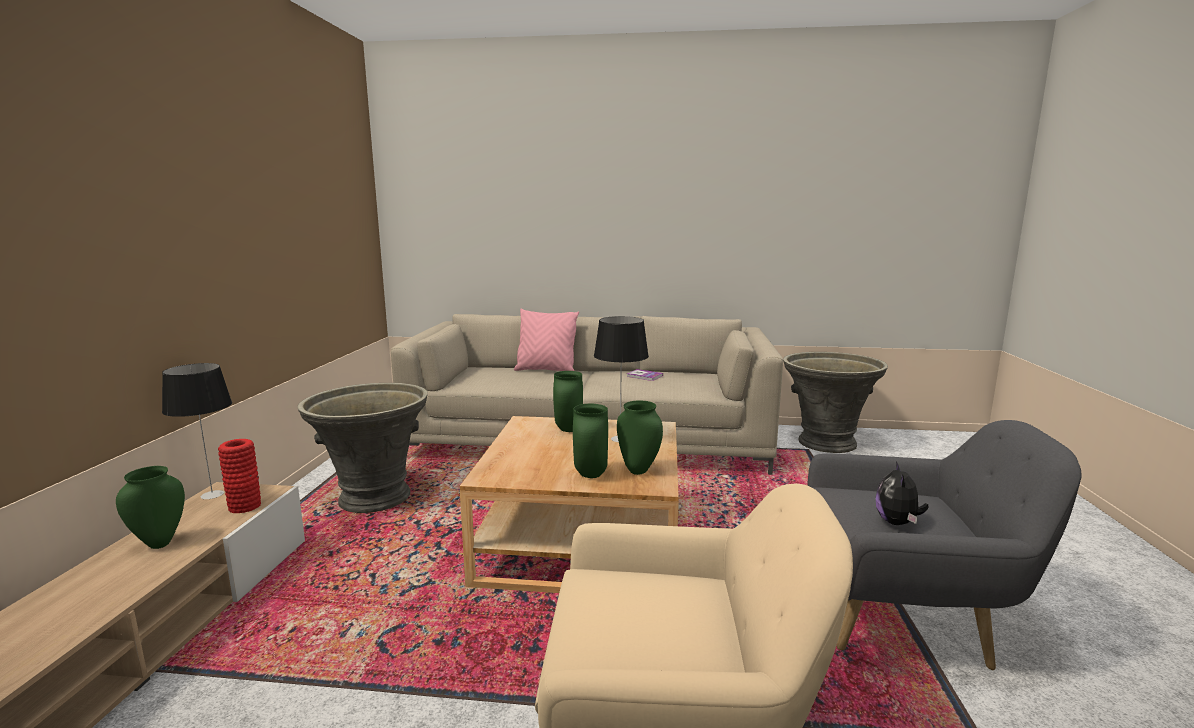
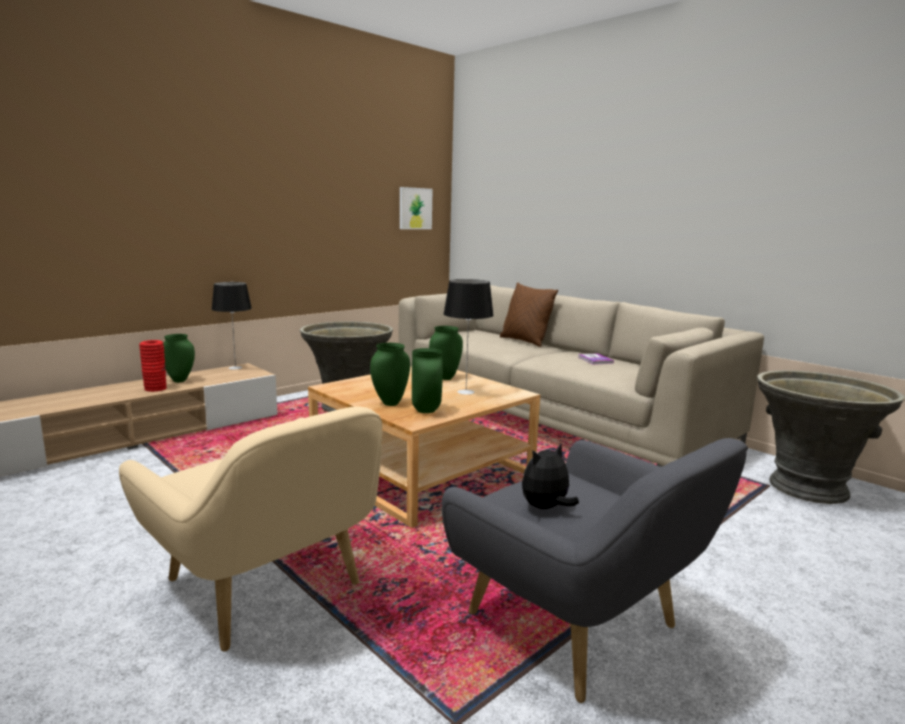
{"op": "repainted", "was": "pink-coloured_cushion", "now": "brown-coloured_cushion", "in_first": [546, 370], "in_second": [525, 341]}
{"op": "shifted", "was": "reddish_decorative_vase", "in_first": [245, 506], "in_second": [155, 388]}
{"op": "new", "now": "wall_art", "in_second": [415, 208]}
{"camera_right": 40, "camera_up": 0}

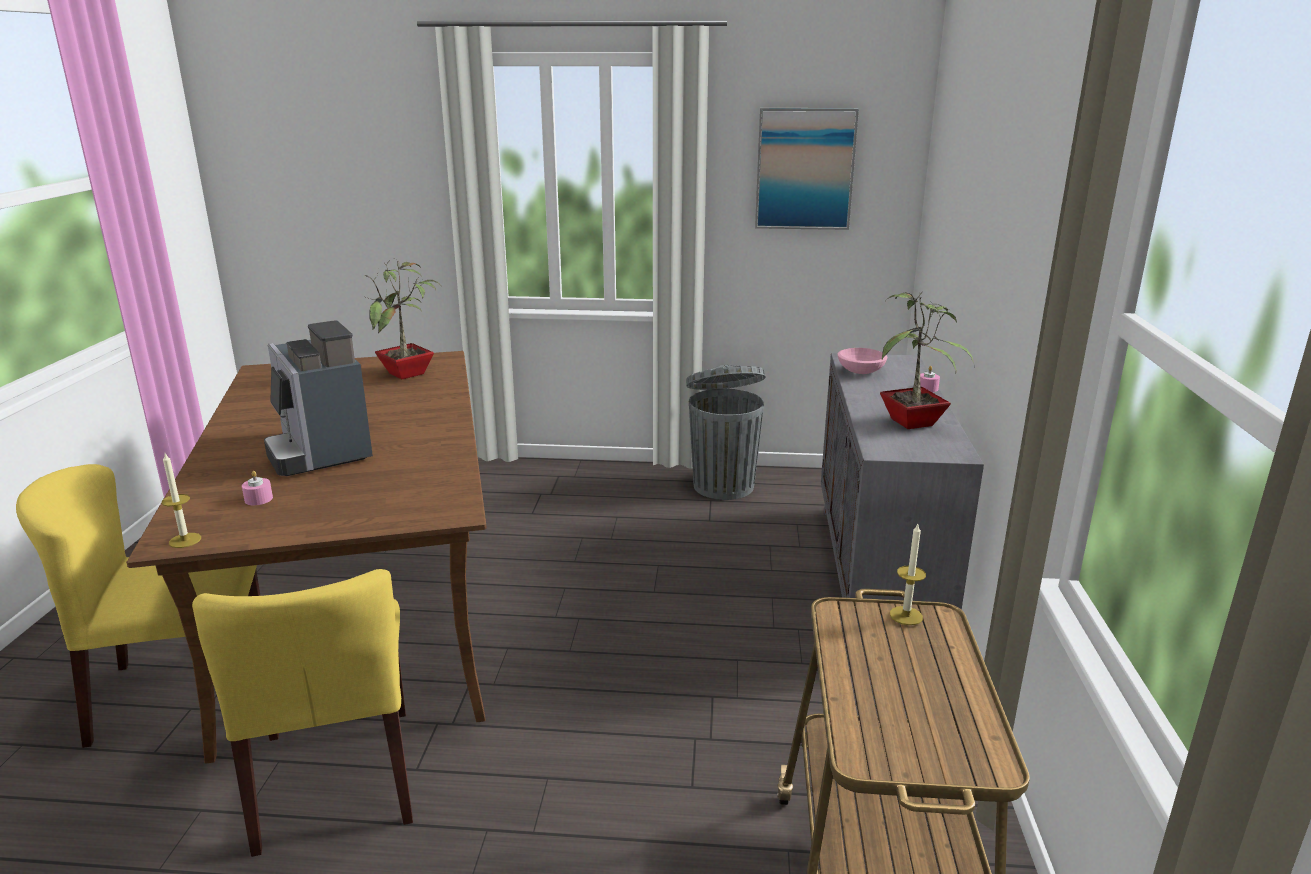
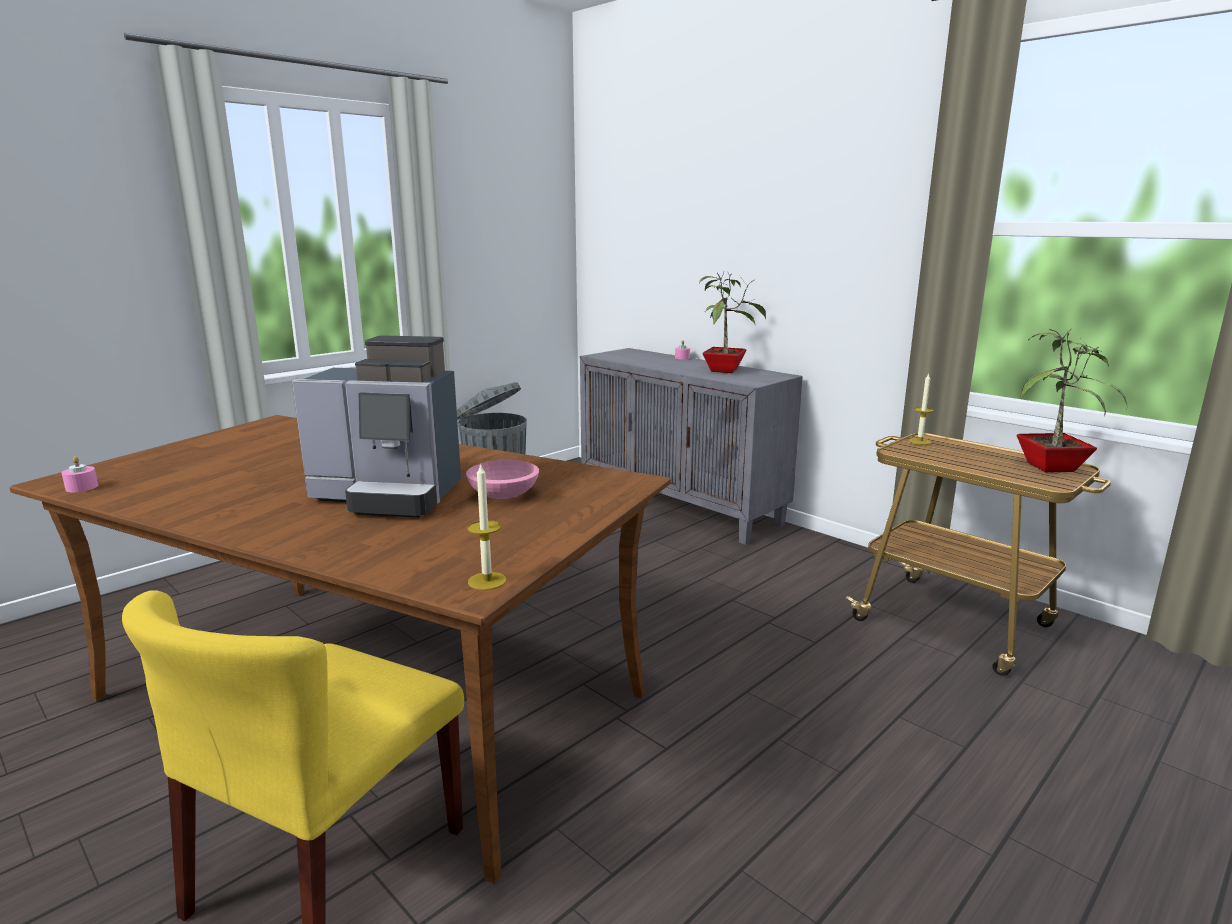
{"op": "gone", "was": "wall_art", "in_first": [805, 169]}
{"op": "shifted", "was": "potted_plant", "in_first": [408, 374], "in_second": [1053, 467]}
{"op": "shifted", "was": "pink-coloured_deep_dish", "in_first": [861, 371], "in_second": [504, 495]}
{"op": "shifted", "was": "pink-coloured_wax_candle", "in_first": [258, 499], "in_second": [82, 487]}
{"op": "gone", "was": "yellowish_upright_chair", "in_first": [337, 778]}
{"camera_right": -50, "camera_up": -5}

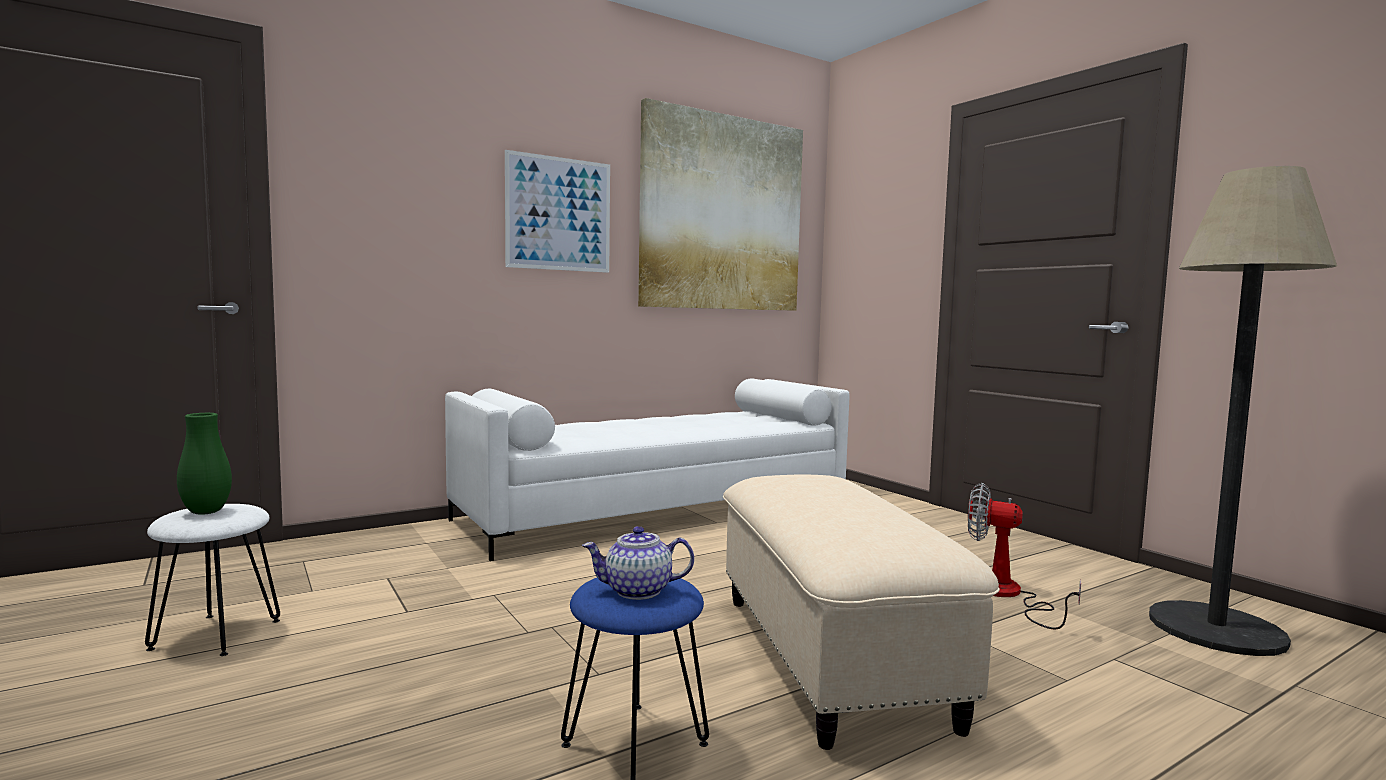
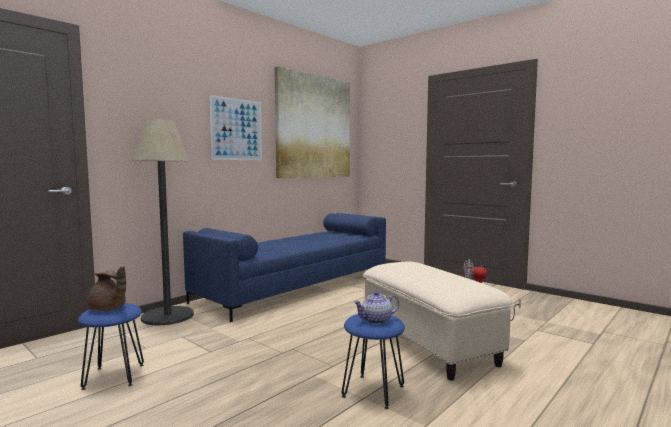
{"op": "shifted", "was": "standard_lamp", "in_first": [1216, 629], "in_second": [168, 316]}
{"op": "repainted", "was": "whitish_settee", "now": "blue-coloured_settee", "in_first": [660, 510], "in_second": [297, 286]}
{"op": "swapped", "was": "green_decorative_vase", "now": "brown-coloured_pot_for_tea", "in_first": [206, 512], "in_second": [108, 309]}
{"op": "repainted", "was": "whitish_sitting_stool", "now": "blue-coloured_sitting_stool", "in_first": [215, 635], "in_second": [114, 377]}
{"camera_right": -15, "camera_up": 0}

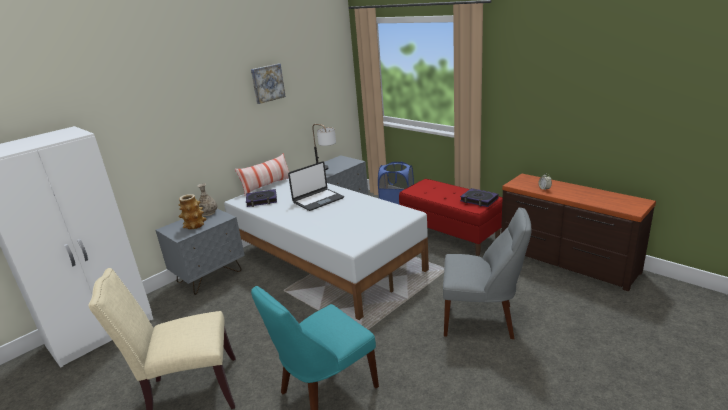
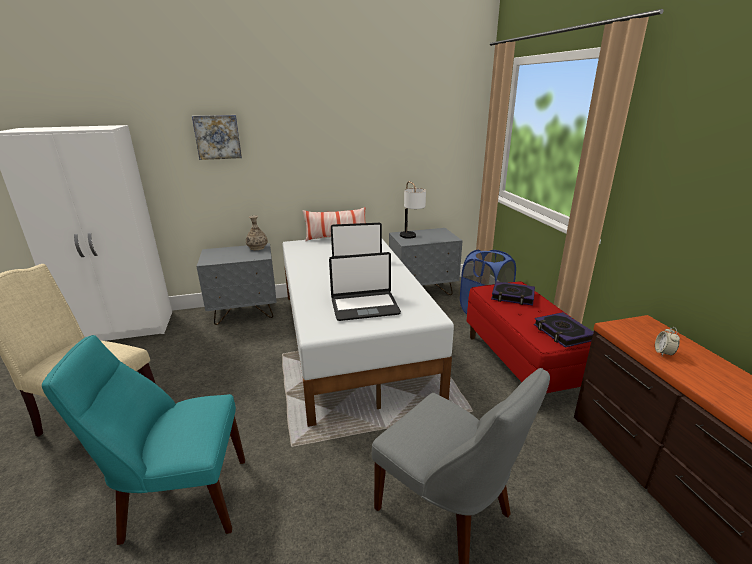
{"op": "shifted", "was": "wall_art", "in_first": [267, 83], "in_second": [217, 137]}
{"op": "shifted", "was": "volume", "in_first": [262, 200], "in_second": [512, 296]}
{"op": "gone", "was": "decorative_vase", "in_first": [194, 225]}
{"op": "new", "now": "laptop", "in_second": [364, 306]}
{"camera_right": 30, "camera_up": 0}

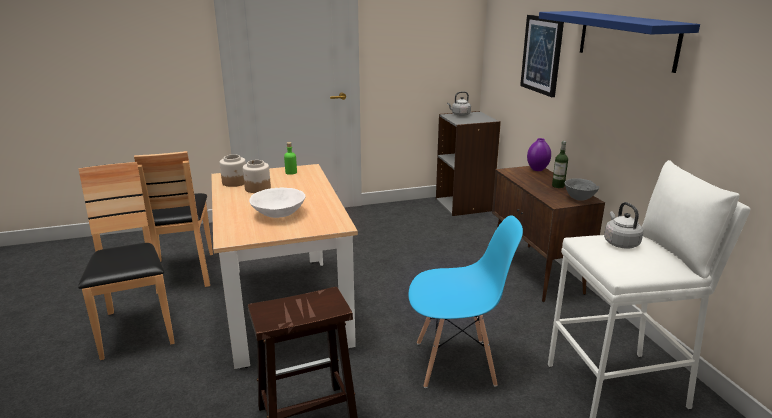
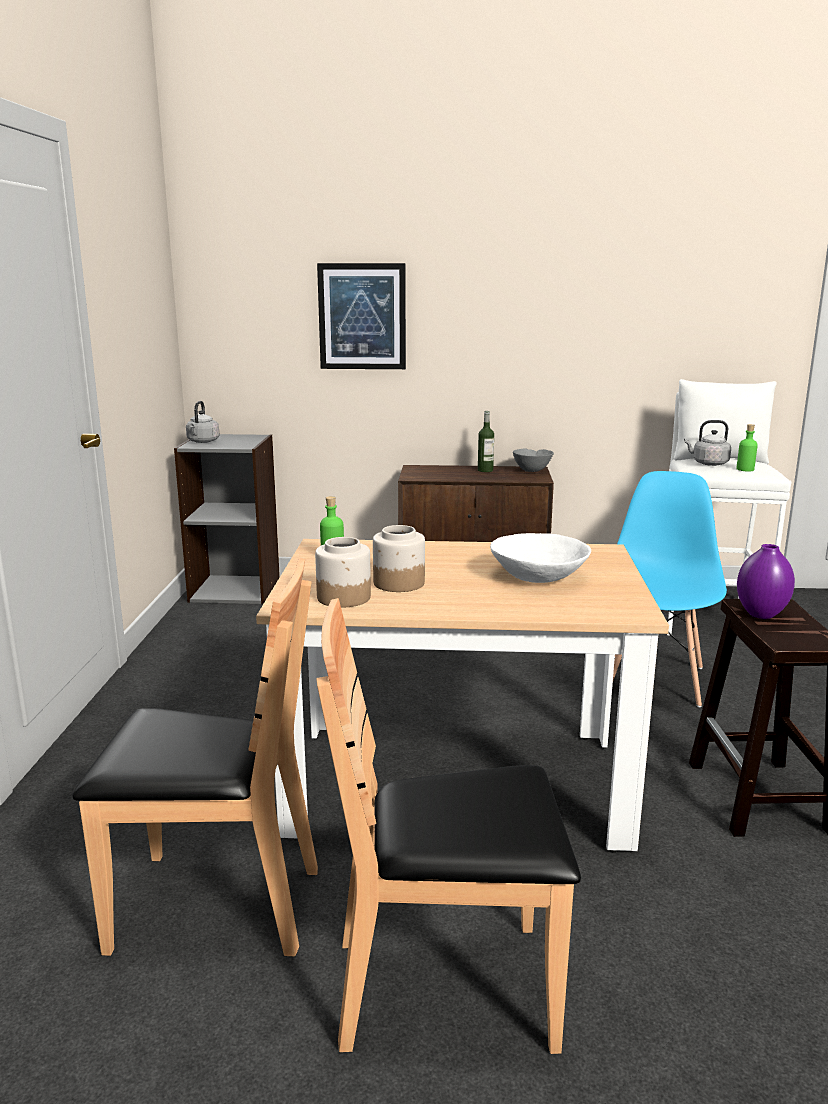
{"op": "gone", "was": "blue-coloured_bracket_shelf", "in_first": [626, 39]}
{"op": "shifted", "was": "purple_decorative_vase", "in_first": [537, 169], "in_second": [761, 615]}
{"op": "new", "now": "green_drink_bottle", "in_second": [745, 469]}
{"camera_right": -70, "camera_up": -5}

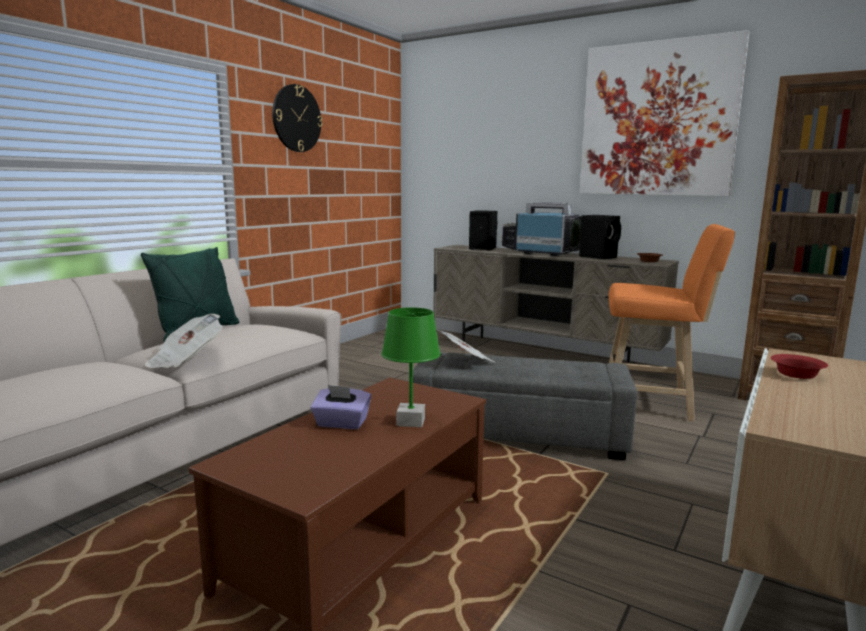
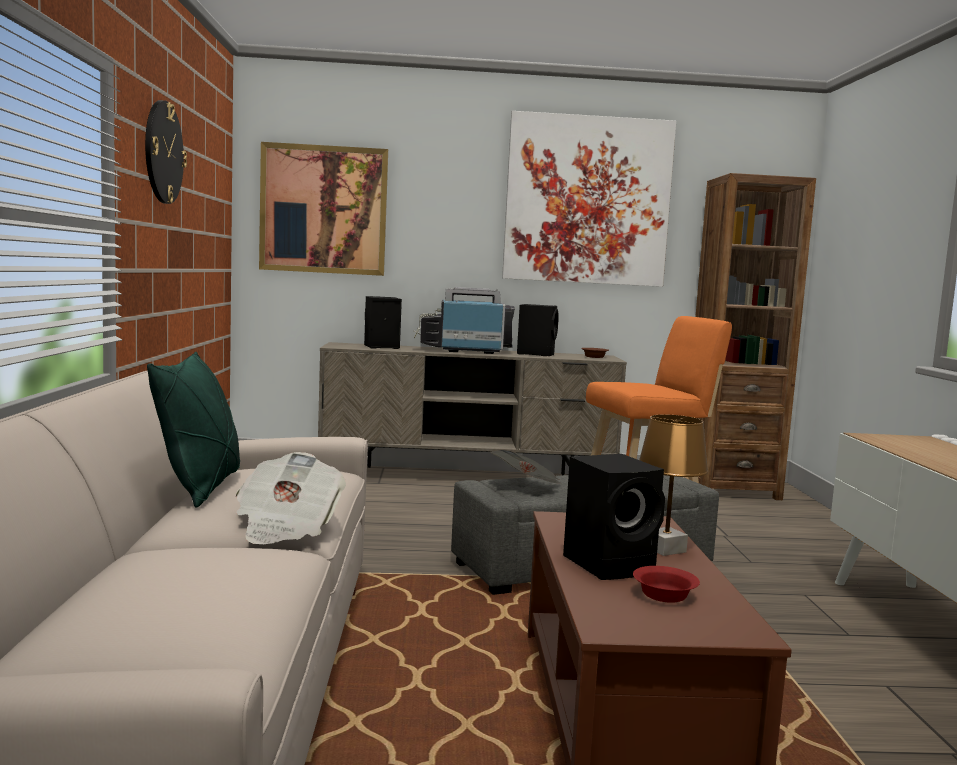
{"op": "repainted", "was": "green_tabletop_lamp", "now": "brown-coloured_tabletop_lamp", "in_first": [410, 422], "in_second": [665, 550]}
{"op": "shifted", "was": "reddish_deep_dish", "in_first": [796, 375], "in_second": [665, 596]}
{"op": "swapped", "was": "purple_tissue_holder", "now": "black_audio_speaker", "in_first": [341, 423], "in_second": [611, 565]}
{"op": "new", "now": "wall_art", "in_second": [323, 210]}
{"camera_right": -35, "camera_up": -5}

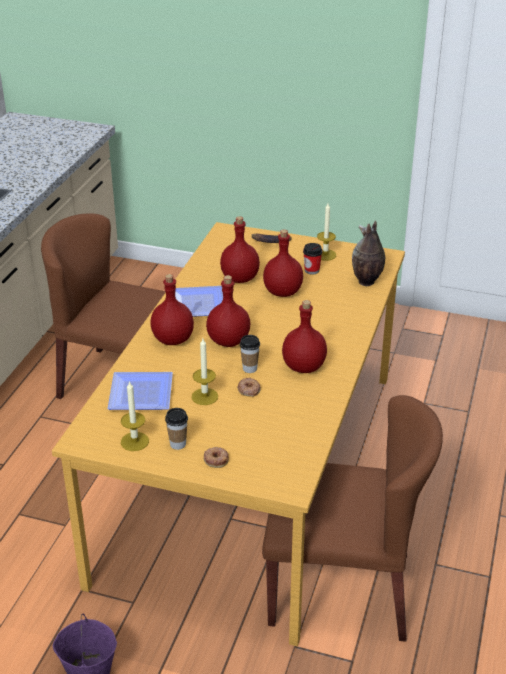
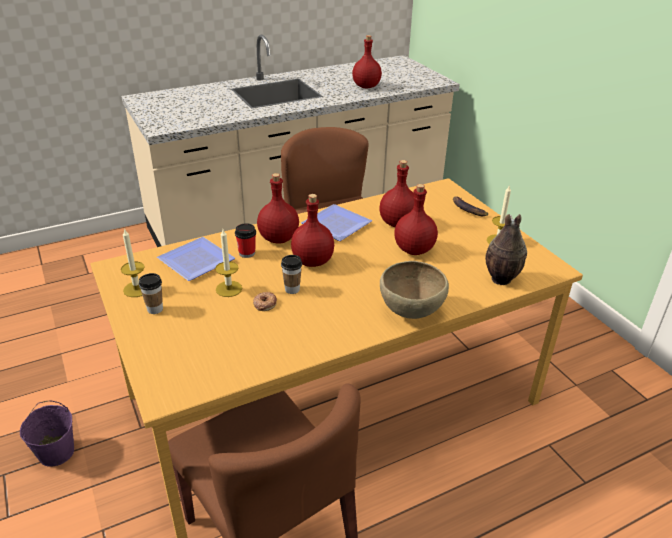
{"op": "shifted", "was": "cup", "in_first": [312, 270], "in_second": [247, 253]}
{"op": "shifted", "was": "reddish_drink_bottle", "in_first": [304, 367], "in_second": [366, 87]}
{"op": "gone", "was": "ring_doughnut", "in_first": [216, 459]}
{"op": "new", "now": "brown-coloured_deep_dish", "in_second": [411, 312]}
{"camera_right": 45, "camera_up": 0}

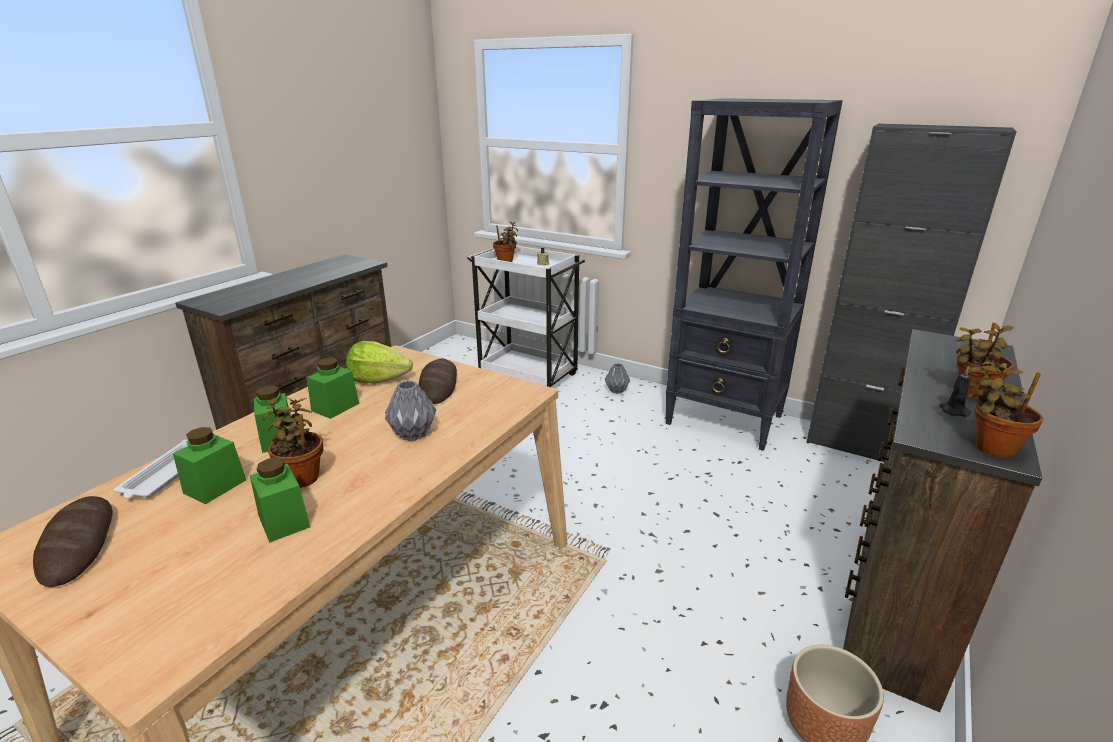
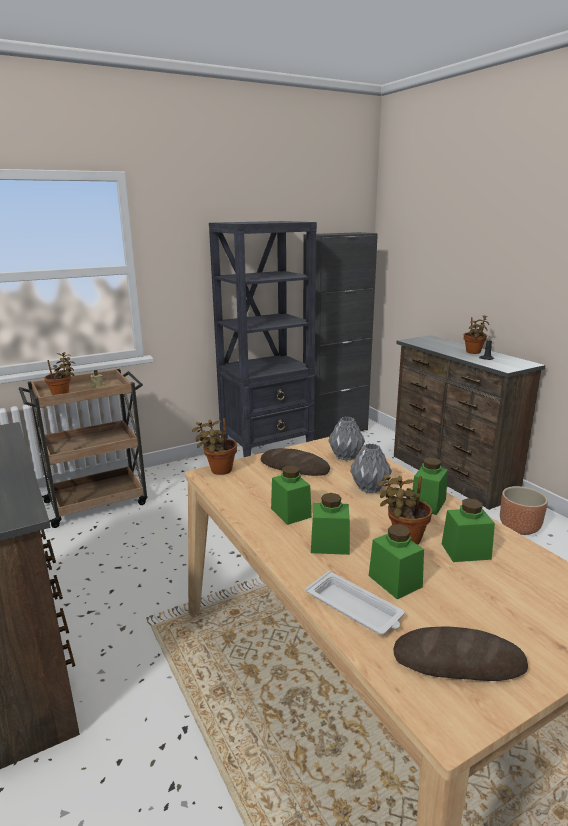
{"op": "repainted", "was": "whitish_trolley", "now": "brown-coloured_trolley", "in_first": [528, 376], "in_second": [98, 502]}
{"op": "gone", "was": "head_of_lettuce", "in_first": [378, 380]}
{"op": "shifted", "was": "potted_plant", "in_first": [989, 447], "in_second": [218, 470]}
{"op": "shifted", "was": "greyish_decorative_vase", "in_first": [617, 391], "in_second": [346, 456]}
{"op": "new", "now": "green_preserve_jar", "in_second": [428, 503]}
{"camera_right": -60, "camera_up": -5}

